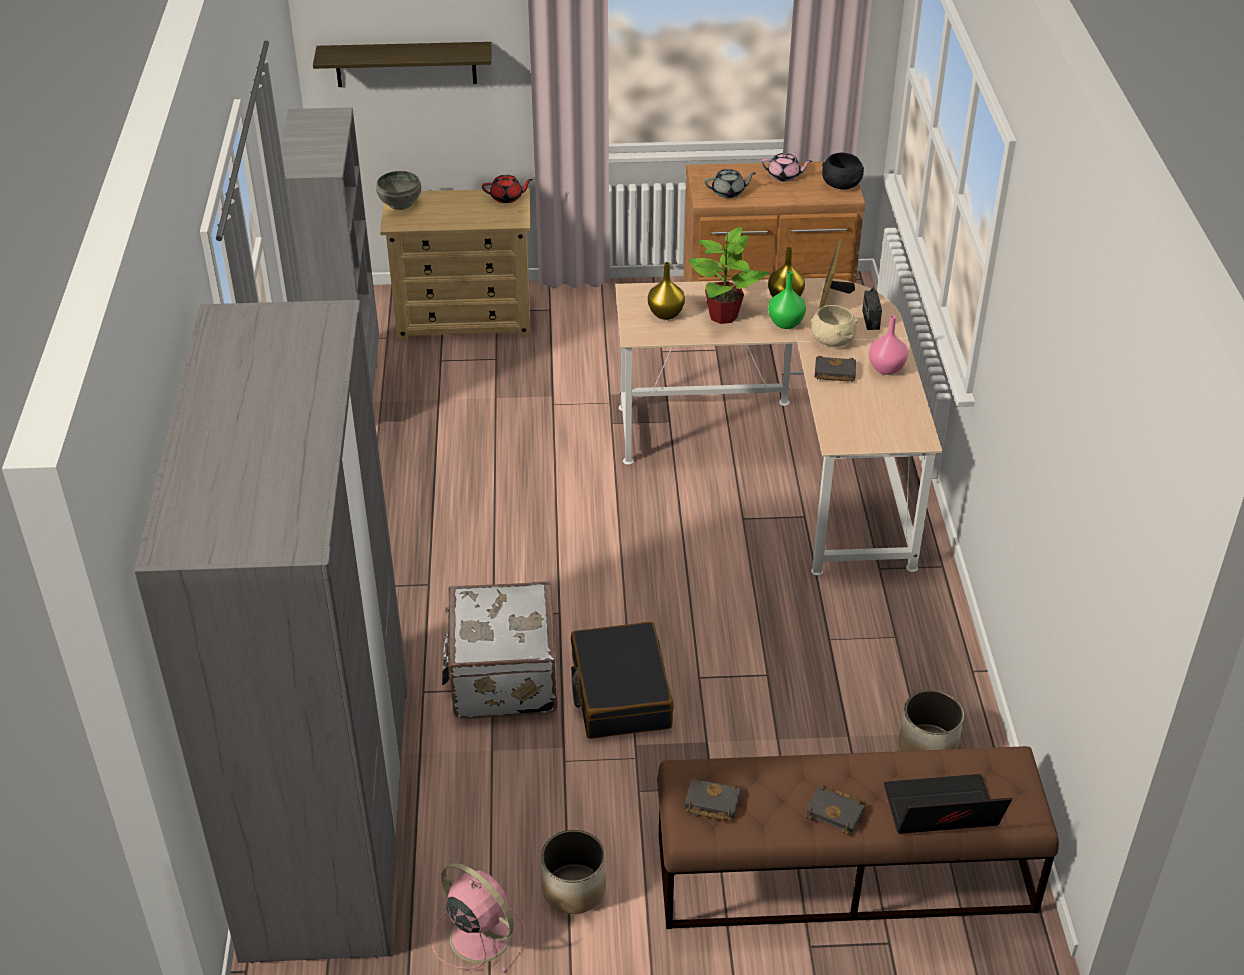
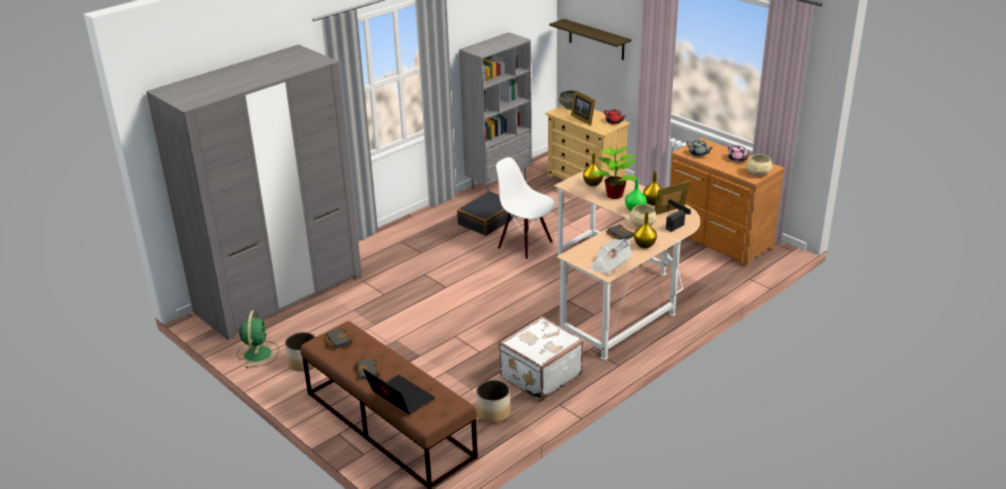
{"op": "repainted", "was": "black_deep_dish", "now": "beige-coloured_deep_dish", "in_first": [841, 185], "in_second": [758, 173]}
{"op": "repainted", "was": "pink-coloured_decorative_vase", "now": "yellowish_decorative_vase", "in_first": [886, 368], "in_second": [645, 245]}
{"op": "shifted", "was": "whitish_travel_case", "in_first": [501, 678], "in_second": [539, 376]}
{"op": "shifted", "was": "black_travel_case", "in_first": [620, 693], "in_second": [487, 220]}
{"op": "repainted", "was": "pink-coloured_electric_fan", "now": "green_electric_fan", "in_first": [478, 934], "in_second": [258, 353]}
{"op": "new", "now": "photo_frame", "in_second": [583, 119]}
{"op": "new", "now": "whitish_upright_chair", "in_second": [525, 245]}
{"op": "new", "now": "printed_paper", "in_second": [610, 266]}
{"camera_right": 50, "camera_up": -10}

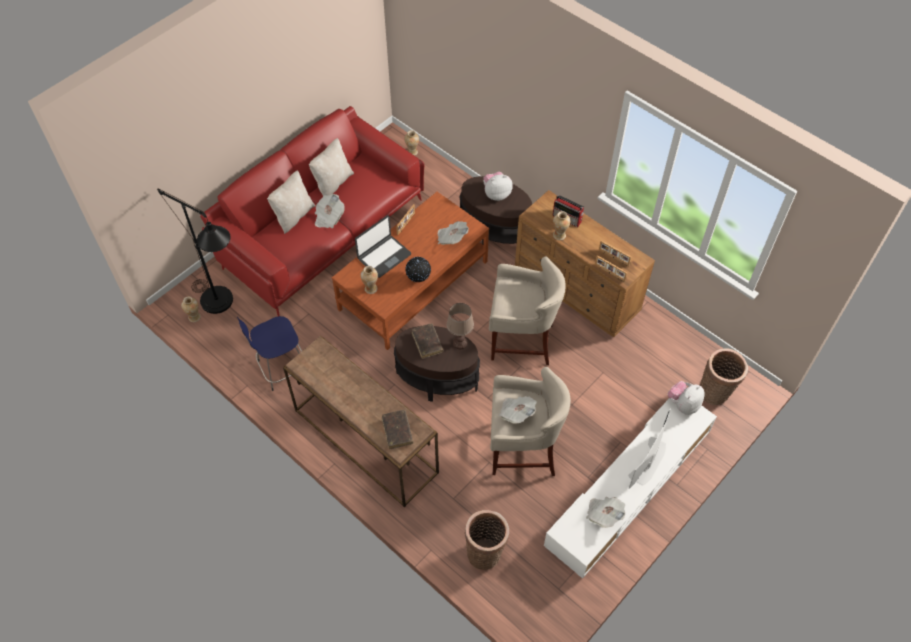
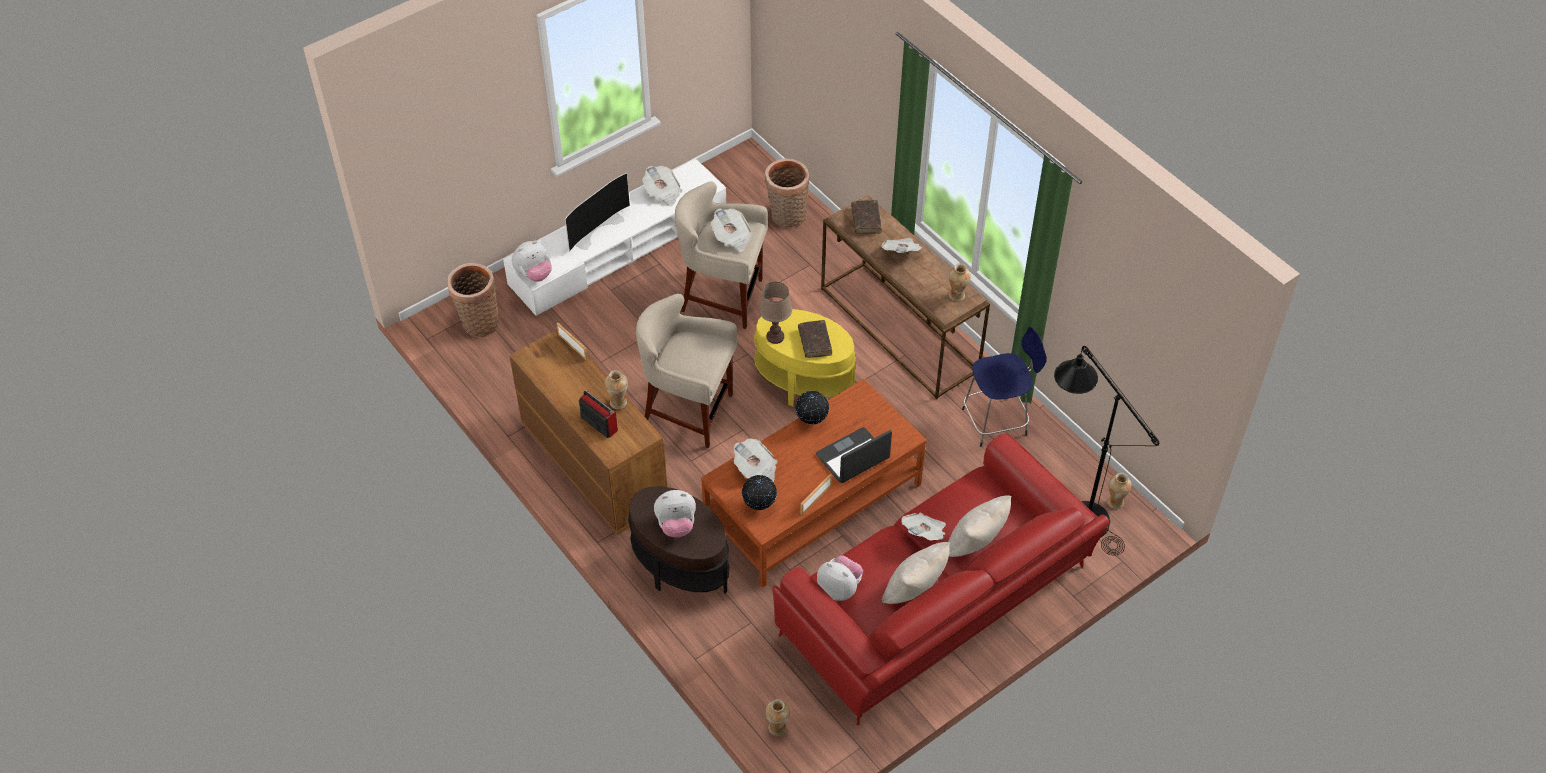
{"op": "gone", "was": "photo_frame", "in_first": [613, 257]}
{"op": "shifted", "was": "decorative_vase", "in_first": [370, 289], "in_second": [957, 295]}
{"op": "repainted", "was": "brown-coloured_side_table", "now": "yellowish_side_table", "in_first": [437, 379], "in_second": [804, 382]}
{"op": "new", "now": "printed_paper", "in_second": [901, 253]}
{"op": "new", "now": "globe", "in_second": [759, 505]}
{"op": "new", "now": "soft_toy", "in_second": [839, 588]}
{"camera_right": -170, "camera_up": -5}

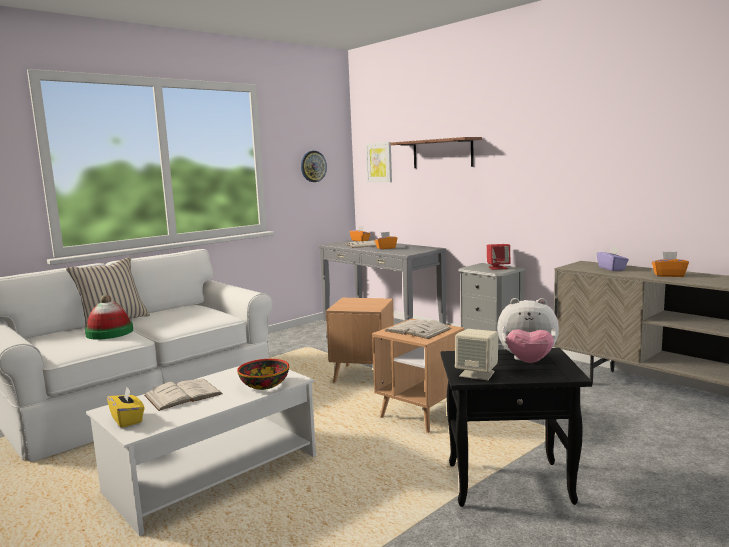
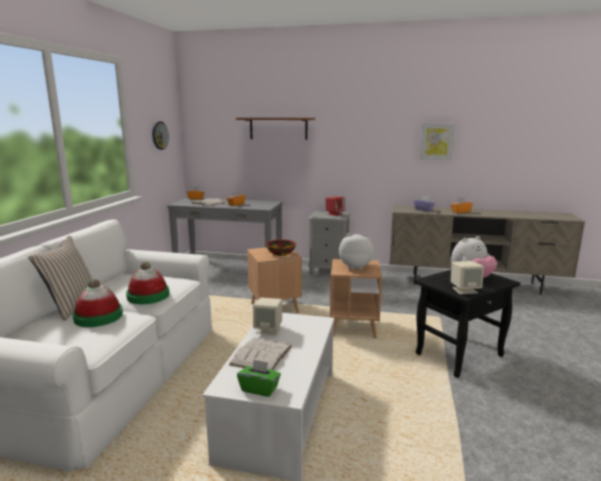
{"op": "shifted", "was": "wall_art", "in_first": [379, 162], "in_second": [436, 141]}
{"op": "swapped", "was": "whitish_volume", "now": "soft_toy", "in_first": [418, 330], "in_second": [355, 267]}
{"op": "shifted", "was": "deep_dish", "in_first": [265, 385], "in_second": [281, 253]}
{"op": "repainted", "was": "yellowish_tissue_holder", "now": "green_tissue_holder", "in_first": [127, 420], "in_second": [259, 389]}
{"op": "new", "now": "hat", "in_second": [148, 296]}
{"op": "new", "now": "beige-coloured_audio_speaker", "in_second": [268, 329]}
{"camera_right": -35, "camera_up": 5}

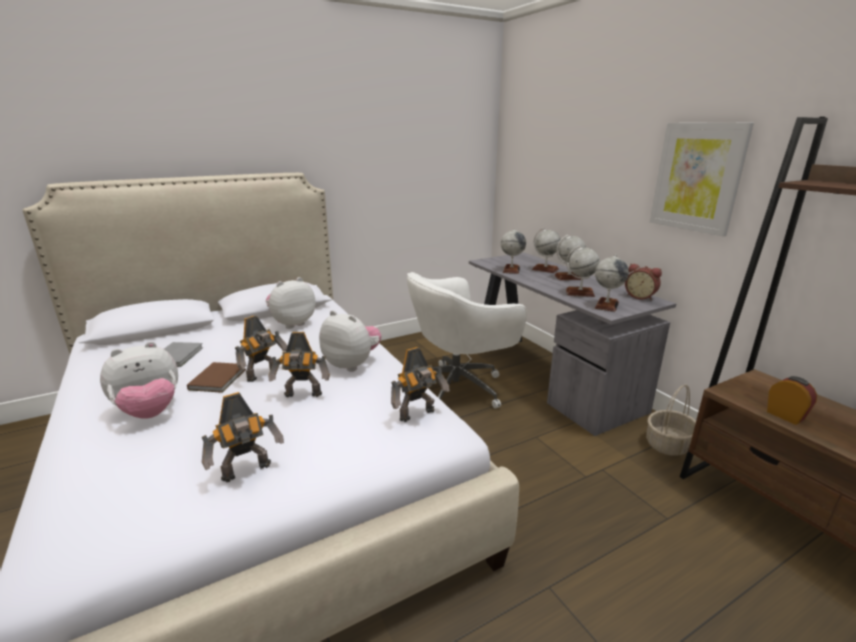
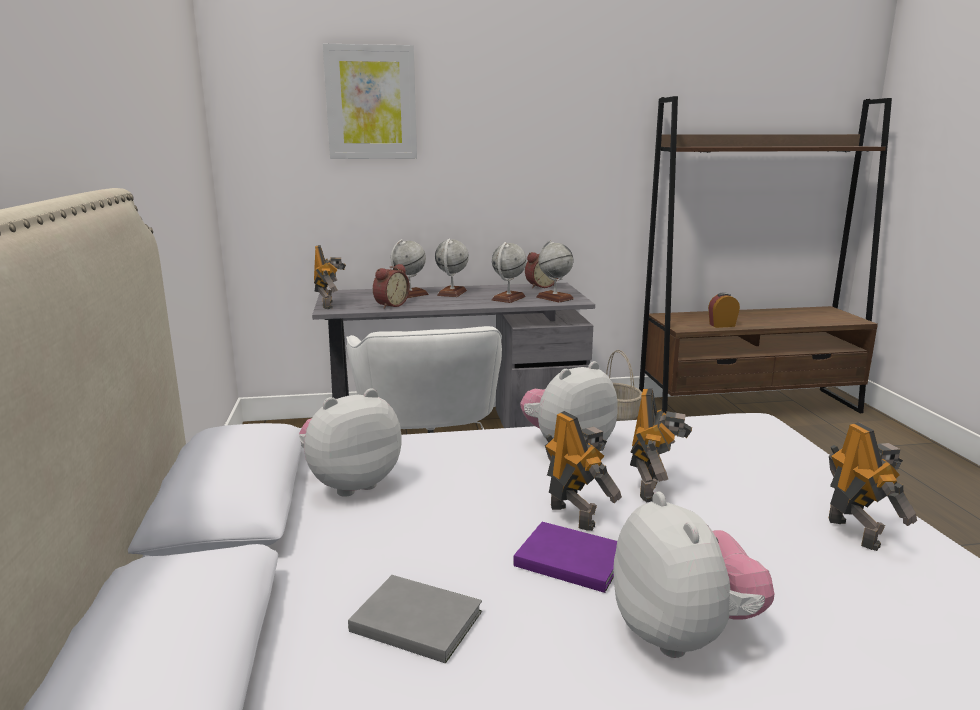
{"op": "shifted", "was": "wall_art", "in_first": [697, 177], "in_second": [371, 103]}
{"op": "swapped", "was": "globe", "now": "alarm_clock", "in_first": [511, 270], "in_second": [390, 305]}
{"op": "rotated", "was": "soft_toy", "in_first": [292, 323], "in_second": [350, 483], "clockwise": 75}
{"op": "shifted", "was": "toy_robot", "in_first": [418, 415], "in_second": [329, 305]}
{"op": "repainted", "was": "brown-coloured_volume", "now": "purple_volume", "in_first": [219, 378], "in_second": [568, 558]}
{"camera_right": -70, "camera_up": -5}

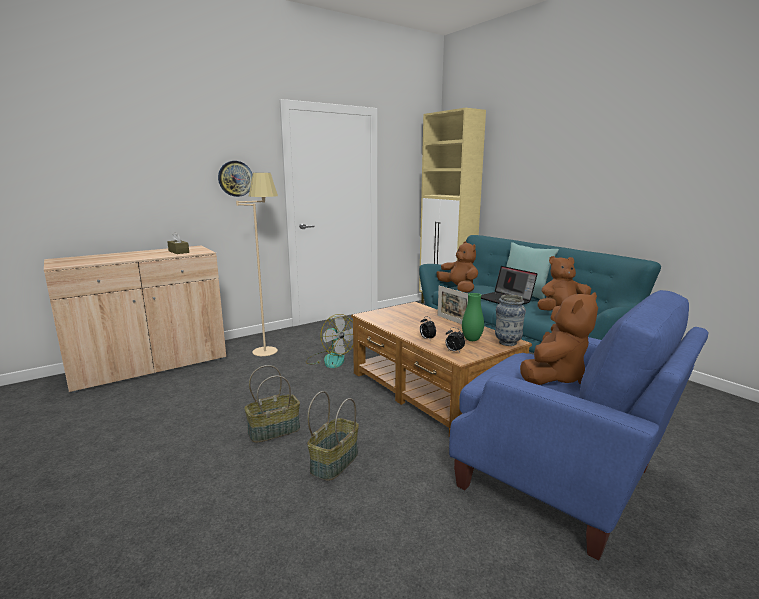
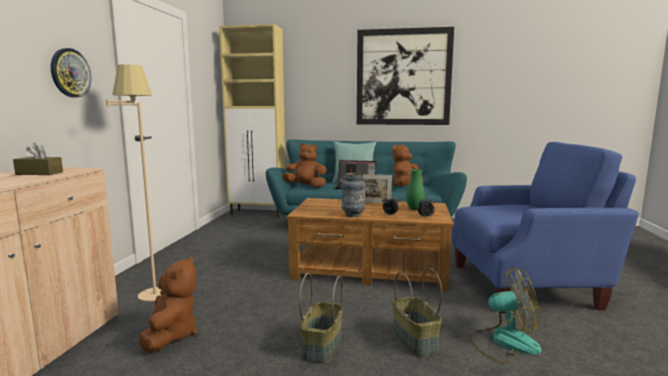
{"op": "shifted", "was": "brown-coloured_soft_toy", "in_first": [554, 376], "in_second": [171, 335]}
{"op": "shifted", "was": "decorative_vase", "in_first": [508, 343], "in_second": [353, 215]}
{"op": "shifted", "was": "electric_fan", "in_first": [330, 359], "in_second": [503, 342]}
{"op": "new", "now": "wall_art", "in_second": [403, 77]}
{"camera_right": -45, "camera_up": -5}

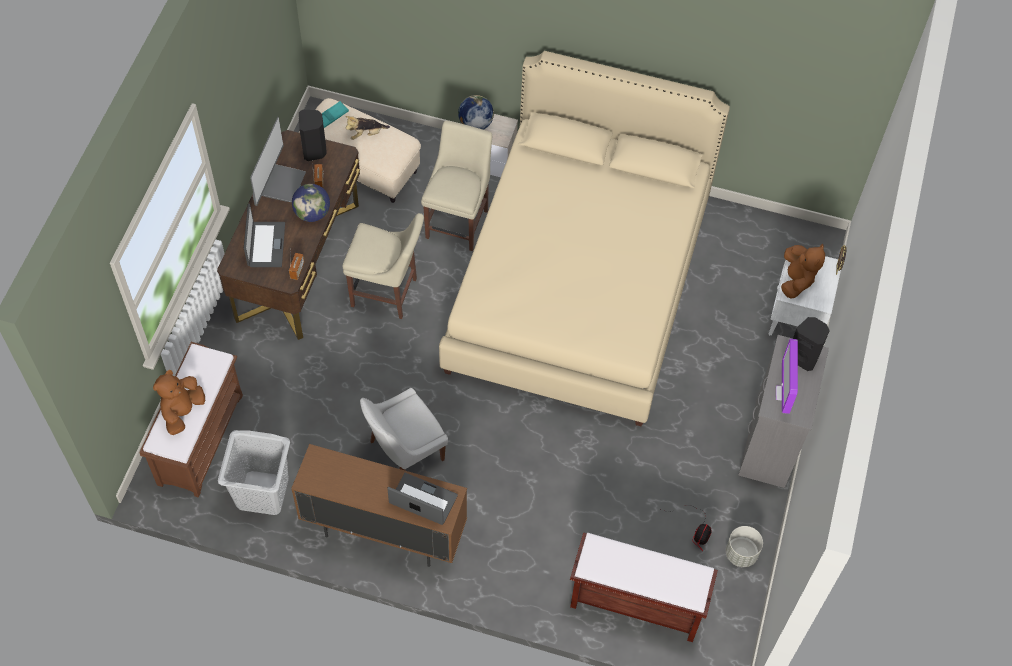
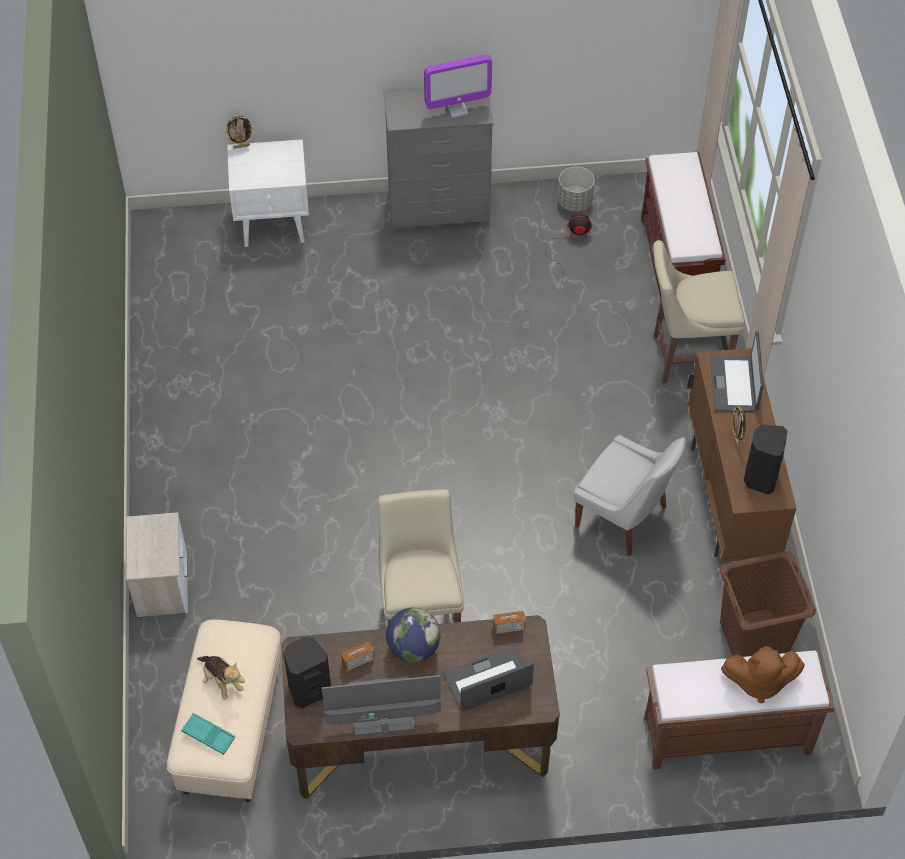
{"op": "gone", "was": "beige-coloured_bedroom_bed", "in_first": [578, 284]}
{"op": "gone", "was": "globe", "in_first": [475, 124]}
{"op": "shifted", "was": "beige-coloured_upright_chair", "in_first": [458, 221], "in_second": [685, 356]}
{"op": "gone", "was": "brown-coloured_soft_toy", "in_first": [796, 280]}
{"op": "shifted", "was": "black_audio_speaker", "in_first": [803, 357], "in_second": [760, 478]}
{"op": "repainted", "was": "greyish_washing_basket", "now": "brown-coloured_washing_basket", "in_first": [262, 493], "in_second": [754, 637]}
{"op": "new", "now": "photo_frame", "in_second": [735, 439]}
{"camera_right": -110, "camera_up": -5}

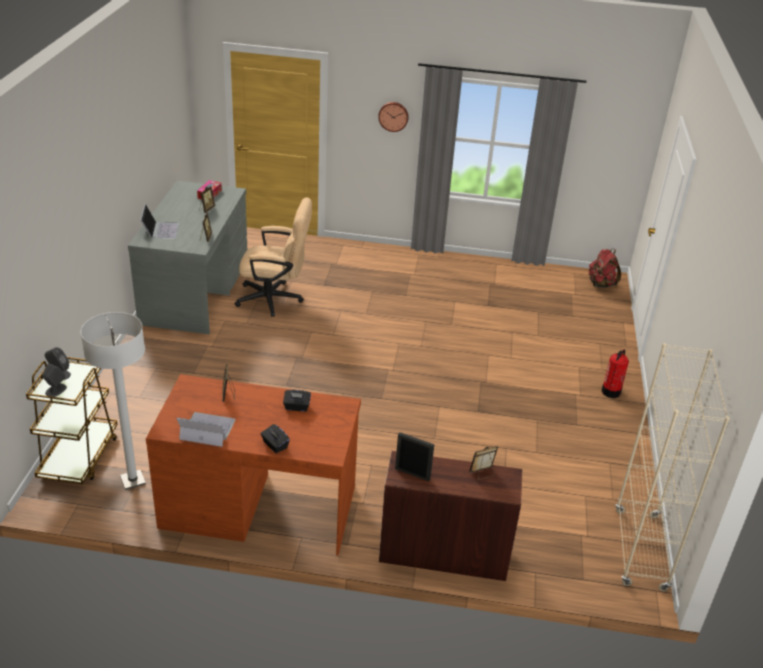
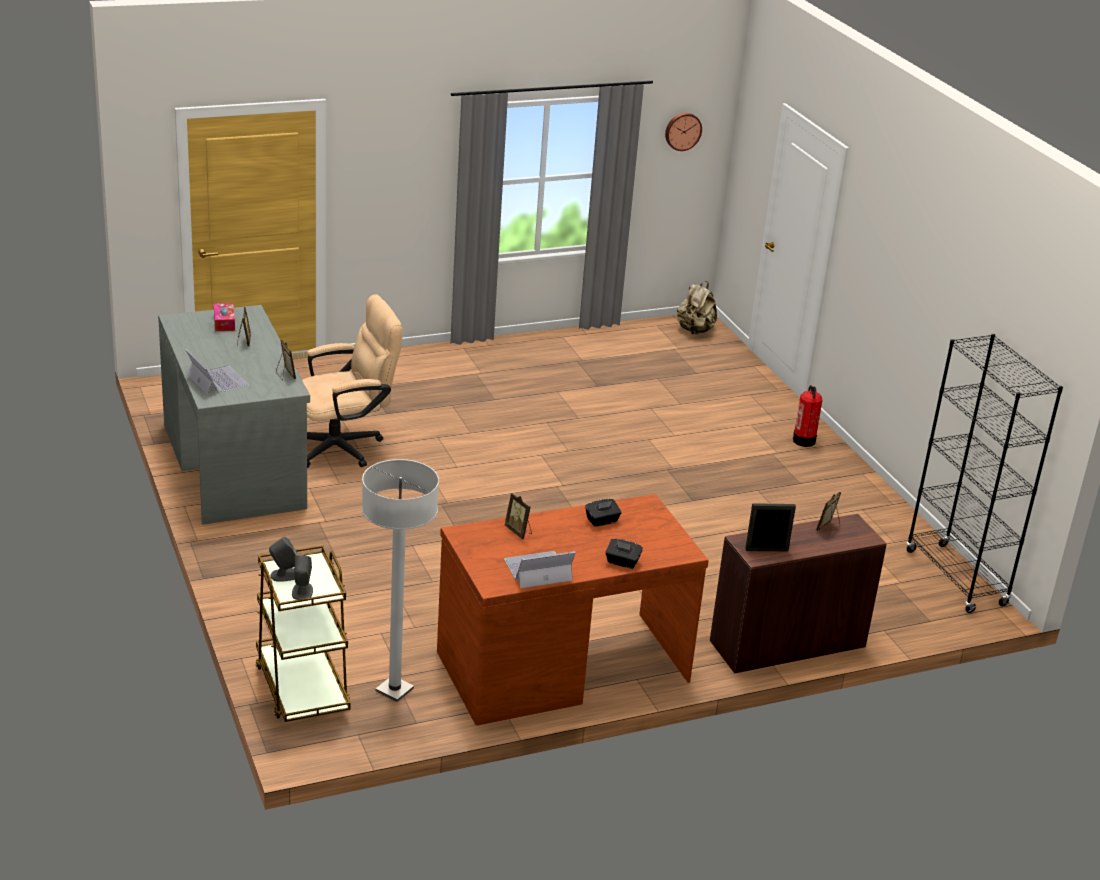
{"op": "shifted", "was": "hanging_clock", "in_first": [393, 116], "in_second": [682, 131]}
{"op": "repainted", "was": "reddish_knapsack", "now": "beige-coloured_knapsack", "in_first": [601, 284], "in_second": [695, 330]}
{"op": "repainted", "was": "beige-coloured_bookcase", "now": "black_bookcase", "in_first": [640, 550], "in_second": [955, 578]}
{"camera_right": -30, "camera_up": -5}

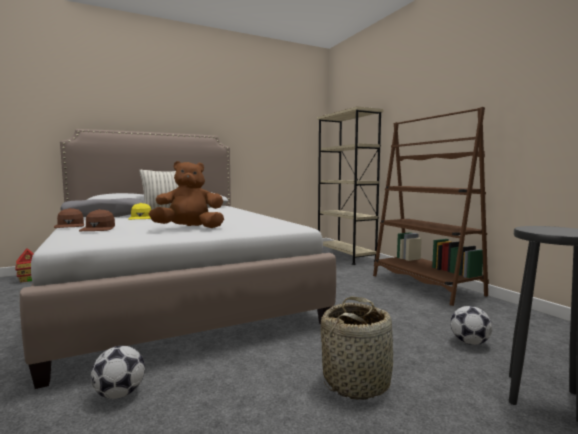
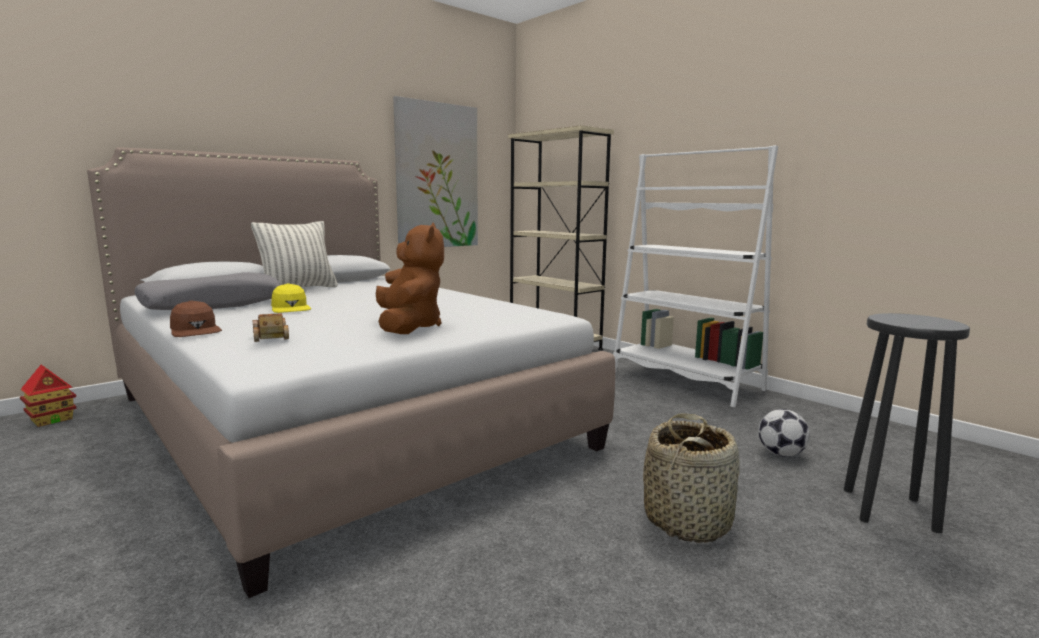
{"op": "repainted", "was": "brown-coloured_bookcase", "now": "whitish_bookcase", "in_first": [425, 285], "in_second": [685, 381]}
{"op": "rotated", "was": "brown-coloured_soft_toy", "in_first": [189, 228], "in_second": [409, 327], "clockwise": 105}
{"op": "swapped", "was": "brown-coloured_cap", "now": "miniature_car", "in_first": [98, 229], "in_second": [270, 336]}
{"op": "gone", "was": "football", "in_first": [119, 394]}
{"op": "new", "now": "wall_art", "in_second": [437, 176]}
{"camera_right": -15, "camera_up": 5}

